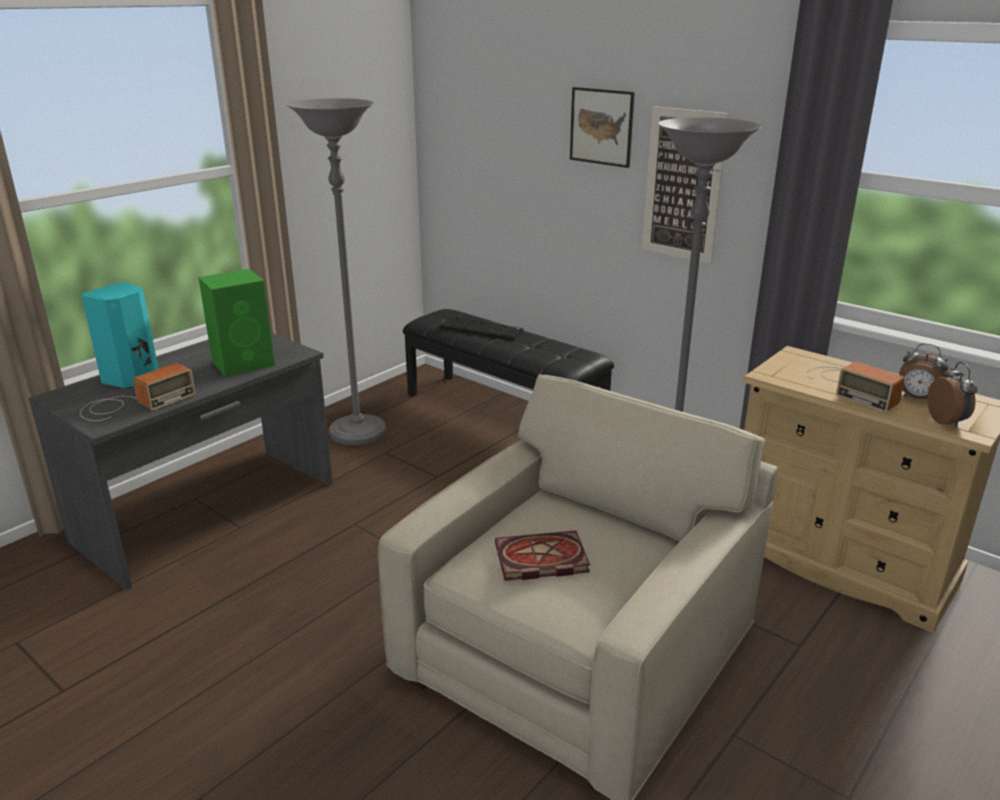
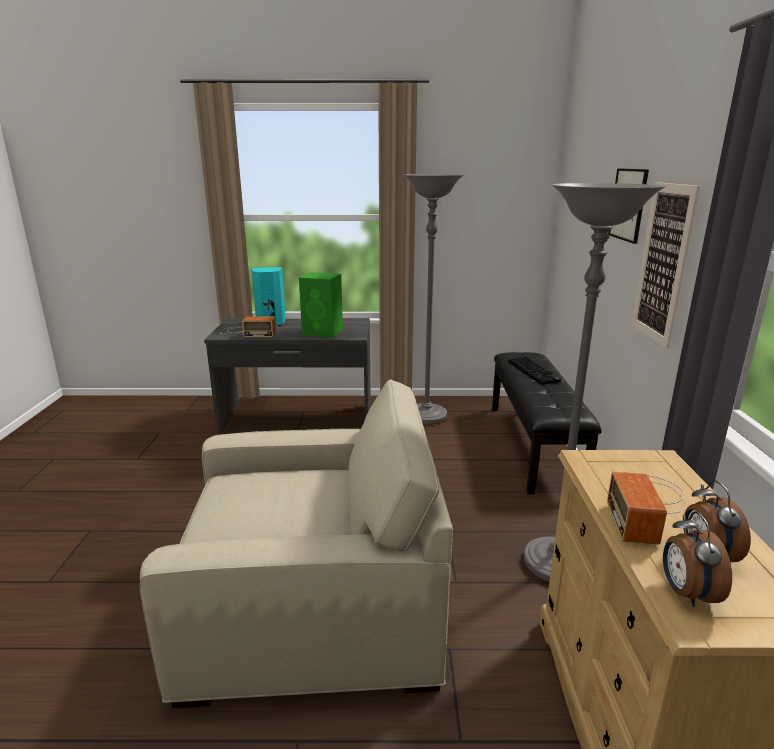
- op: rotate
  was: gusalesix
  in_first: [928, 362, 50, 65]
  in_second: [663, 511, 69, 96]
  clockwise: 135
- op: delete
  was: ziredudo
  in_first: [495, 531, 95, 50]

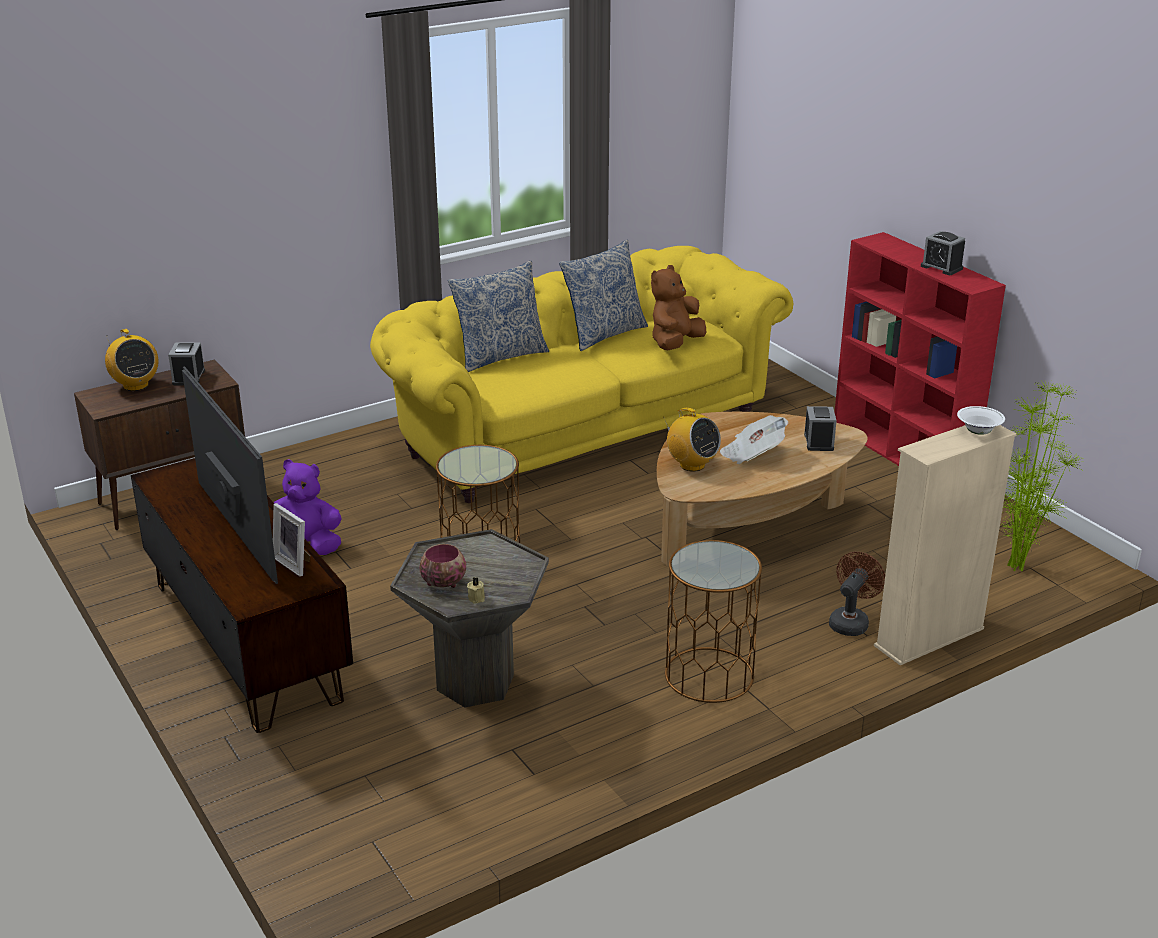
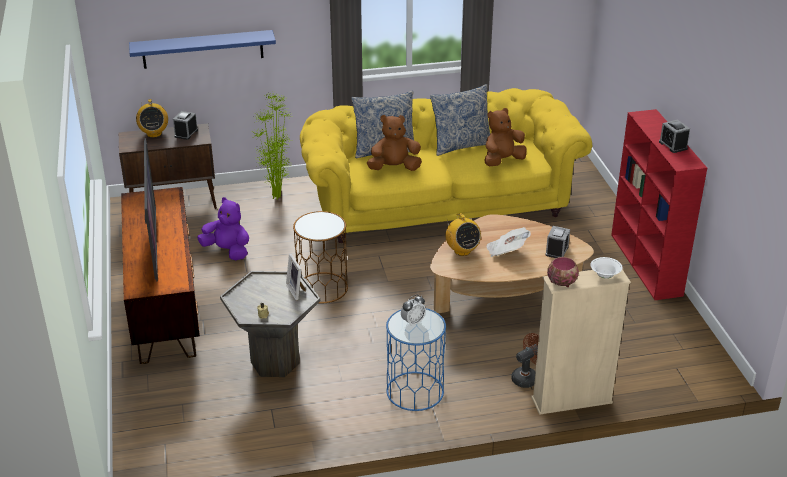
- op: insert
  now: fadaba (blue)
  in_second: [129, 30, 147, 39]
- op: move
  was: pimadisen
  in_first: [1000, 380, 83, 191]
  in_second: [253, 92, 41, 108]
- op: move
  was: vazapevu
  in_first: [273, 503, 37, 74]
  in_second: [286, 253, 20, 48]
- op: insert
  now: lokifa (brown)
  in_second: [367, 115, 55, 56]
- op: recolor
  was: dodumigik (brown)
  now: dodumigik (blue)
  in_first: [665, 540, 97, 163]
  in_second: [386, 308, 60, 103]
- op: insert
  now: gusalesix
  in_second: [401, 295, 25, 32]
- op: move
  was: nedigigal
  in_first: [419, 544, 47, 44]
  in_second: [547, 257, 32, 30]

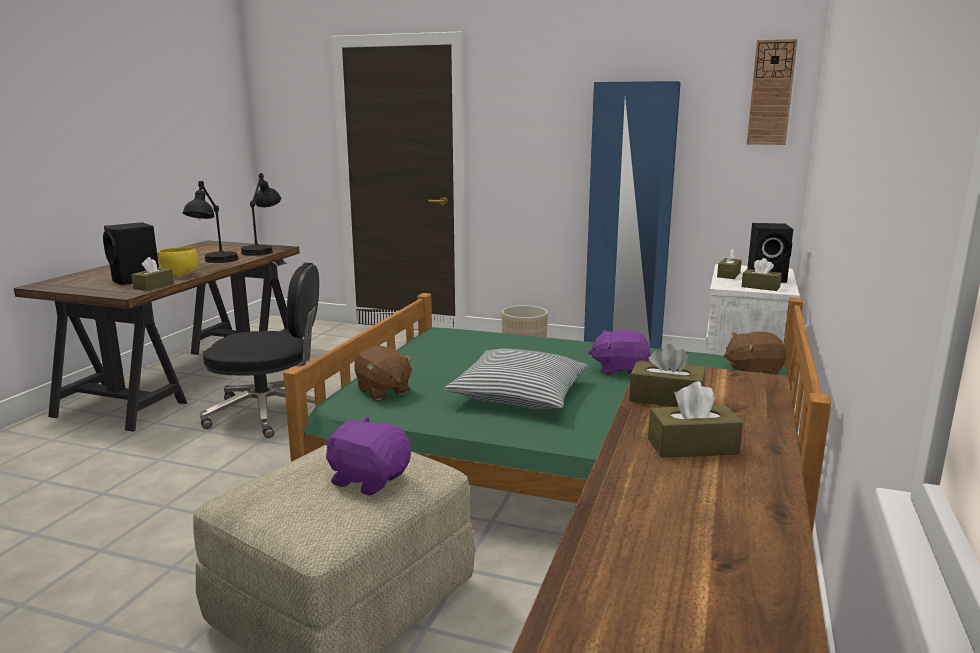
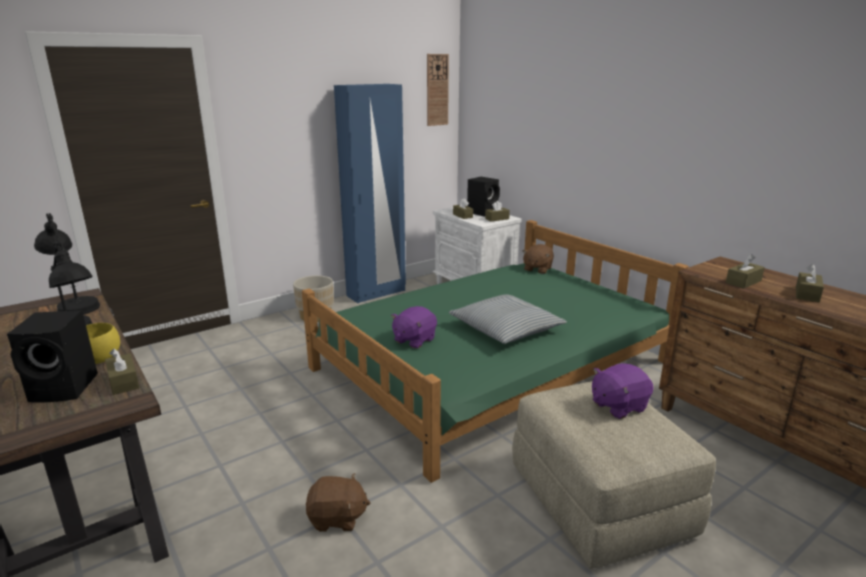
- op: move
  was: lokifa (brown)
  in_first: [354, 346, 59, 54]
  in_second: [306, 473, 65, 59]
- op: move
  was: lokifa (purple)
  in_first: [588, 330, 63, 46]
  in_second: [391, 306, 46, 43]
- op: delete
  was: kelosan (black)
  in_first: [200, 262, 119, 176]

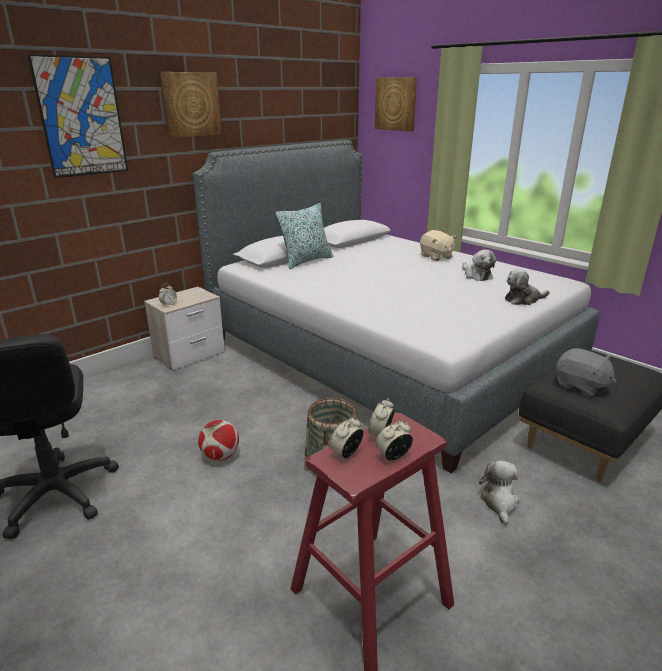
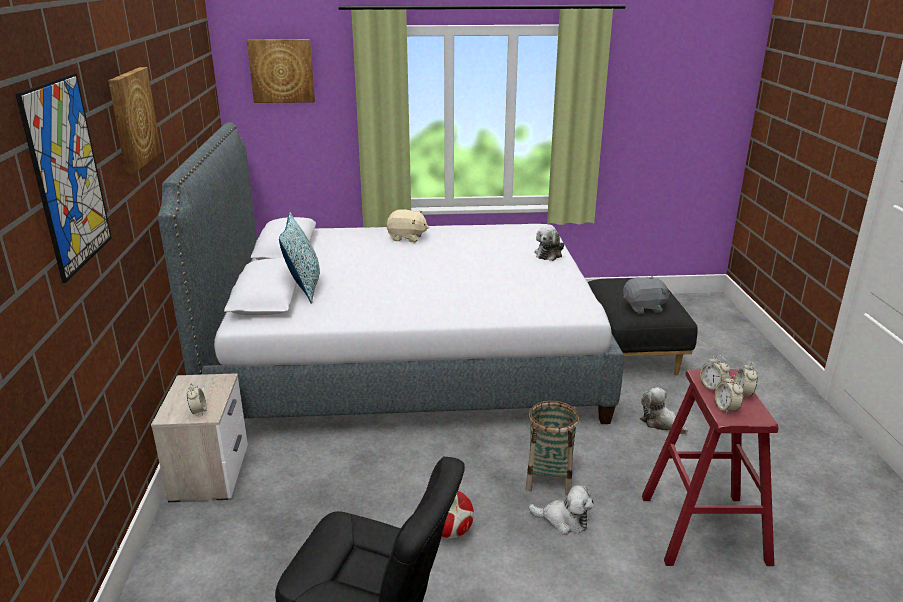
- op: move
  was: lokifa
  in_first: [462, 250, 34, 31]
  in_second: [529, 485, 65, 50]

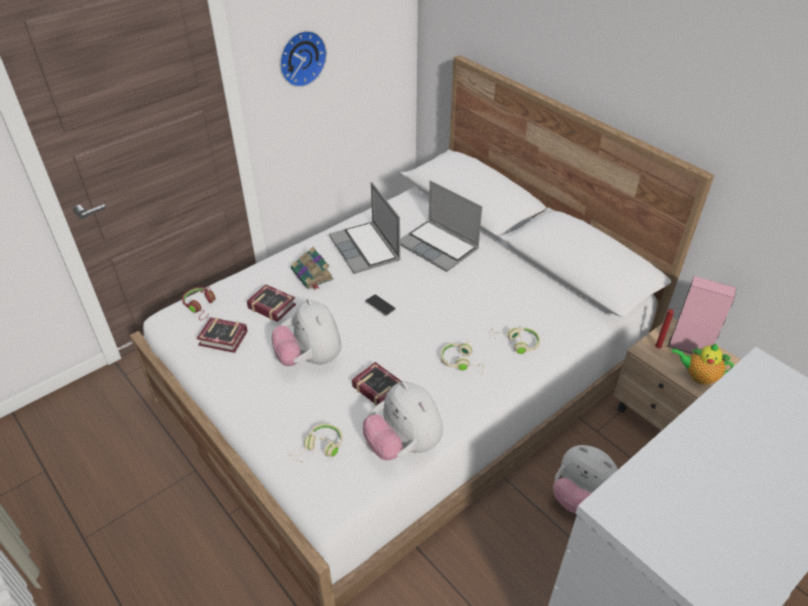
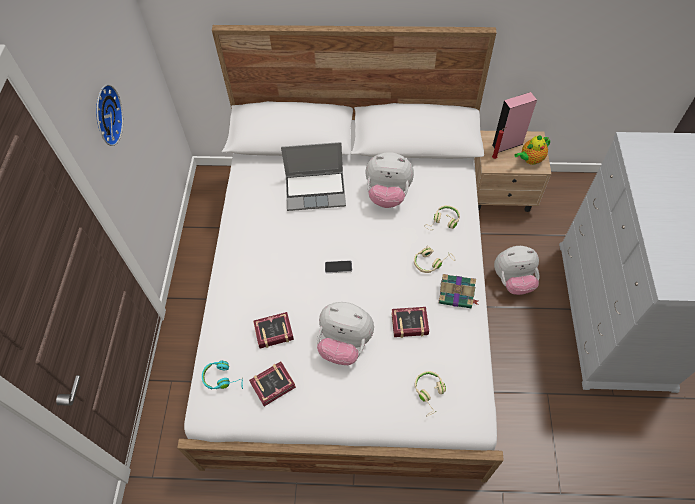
- op: recolor
  was: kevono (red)
  now: kevono (turquoise)
  in_first: [182, 287, 34, 33]
  in_second: [202, 360, 41, 29]
- op: move
  was: lokifa
  in_first: [363, 381, 80, 79]
  in_second: [366, 152, 48, 56]
- op: move
  was: ziredudo
  in_first: [291, 247, 43, 43]
  in_second: [439, 274, 40, 34]
- op: delete
  was: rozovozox
  in_first: [329, 182, 72, 92]

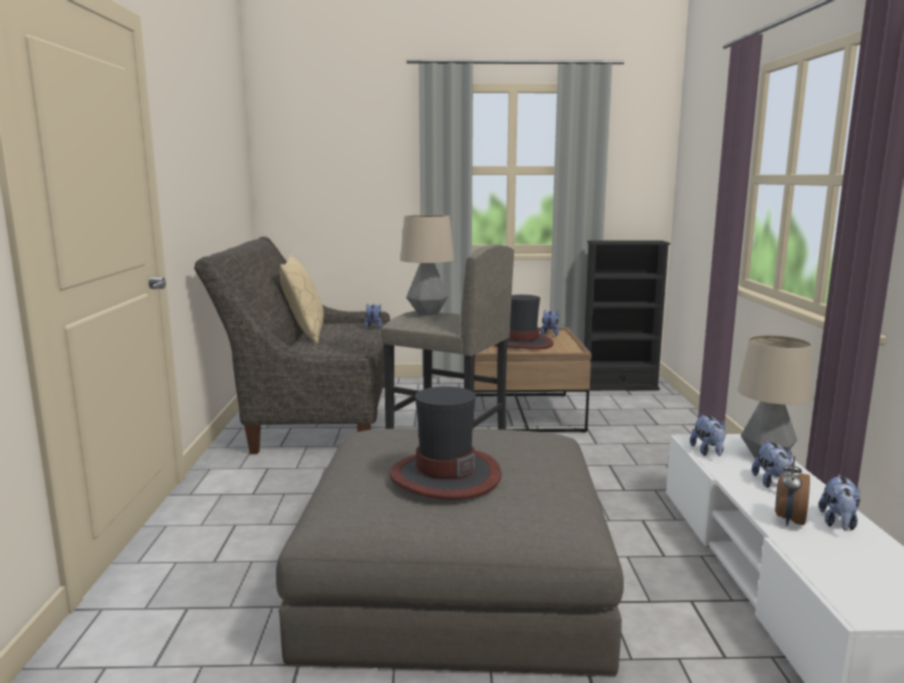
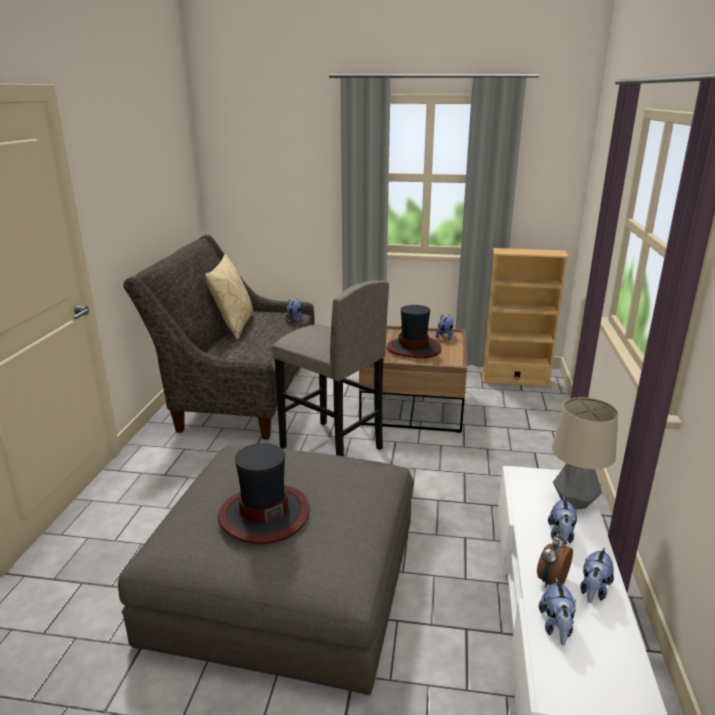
- op: recolor
  was: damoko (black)
  now: damoko (beige)
  in_first: [584, 240, 86, 151]
  in_second: [482, 248, 87, 139]
- op: move
  was: lokifa
  in_first: [690, 414, 36, 42]
  in_second: [539, 578, 37, 68]
- op: delete
  was: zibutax
  in_first: [400, 214, 54, 101]

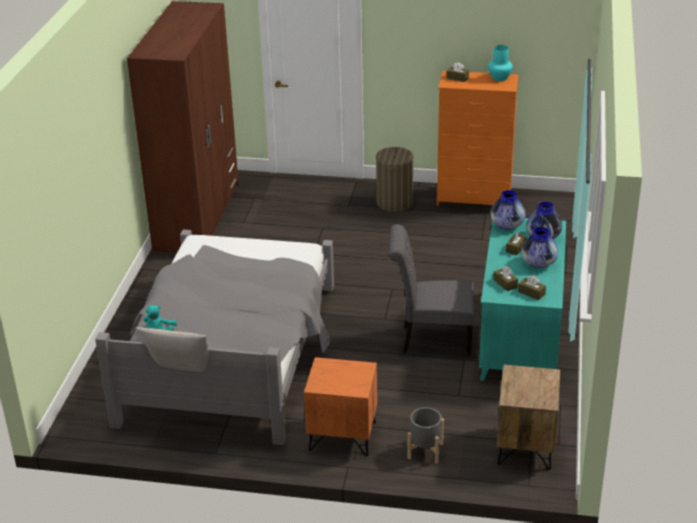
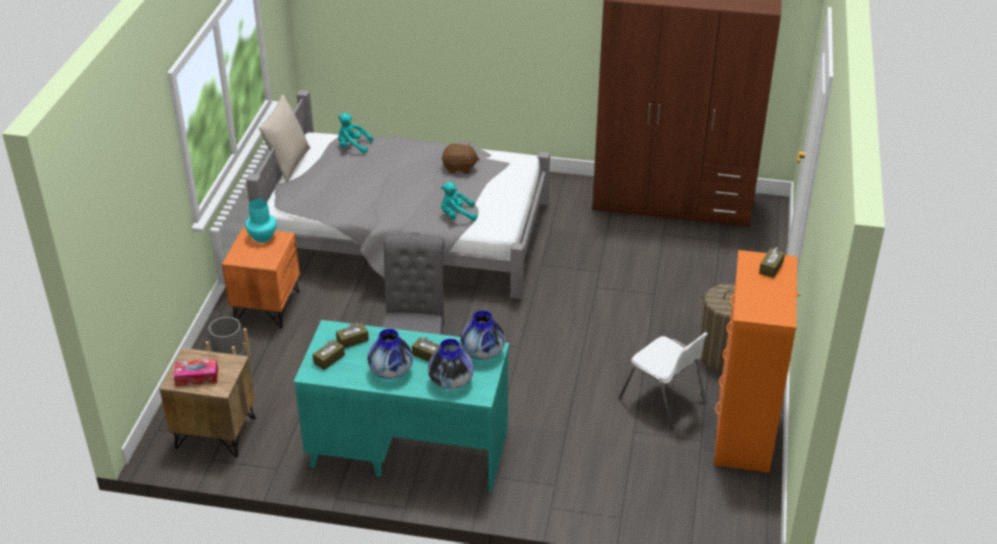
- op: insert
  now: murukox
  in_second: [174, 359, 44, 27]
- op: move
  was: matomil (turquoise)
  in_first: [488, 45, 25, 36]
  in_second: [245, 199, 32, 44]
- op: insert
  now: lokifa (turquoise)
  in_second: [441, 182, 36, 39]
- op: insert
  now: lokifa (brown)
  in_second: [442, 143, 37, 31]
- op: insert
  now: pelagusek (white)
  in_second: [619, 332, 89, 98]

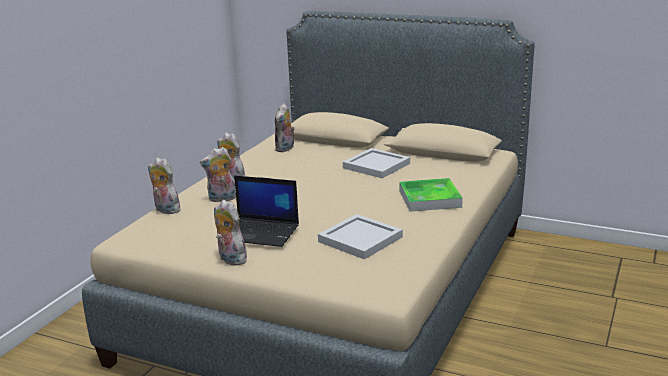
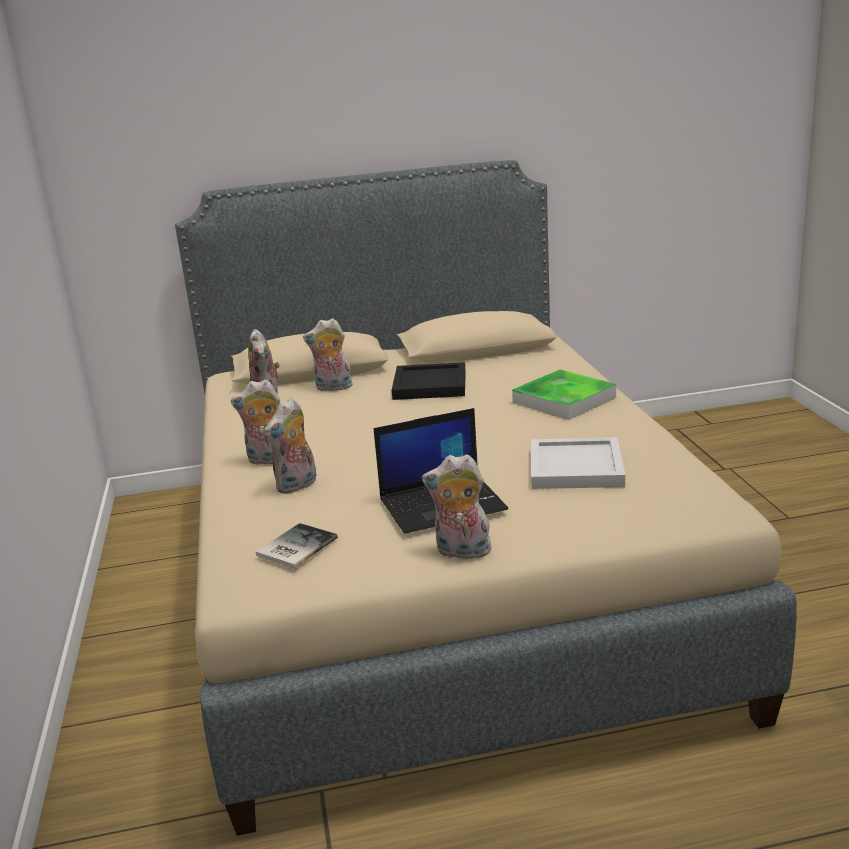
- op: insert
  now: ziredudo
  in_second: [256, 523, 82, 45]
- op: move
  was: lokifa
  in_first: [148, 158, 36, 56]
  in_second: [303, 318, 49, 73]
- op: recolor
  was: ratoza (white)
  now: ratoza (black)
  in_first: [343, 148, 67, 30]
  in_second: [392, 362, 74, 38]

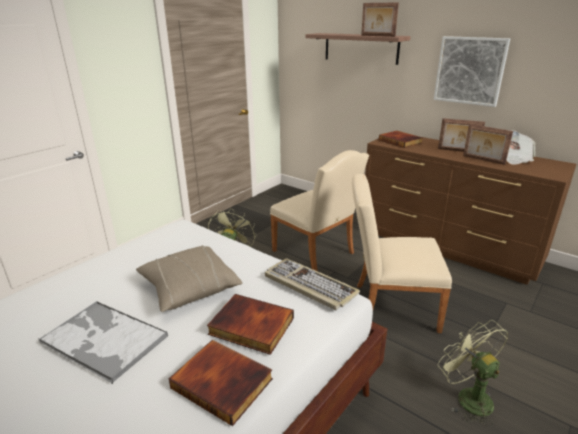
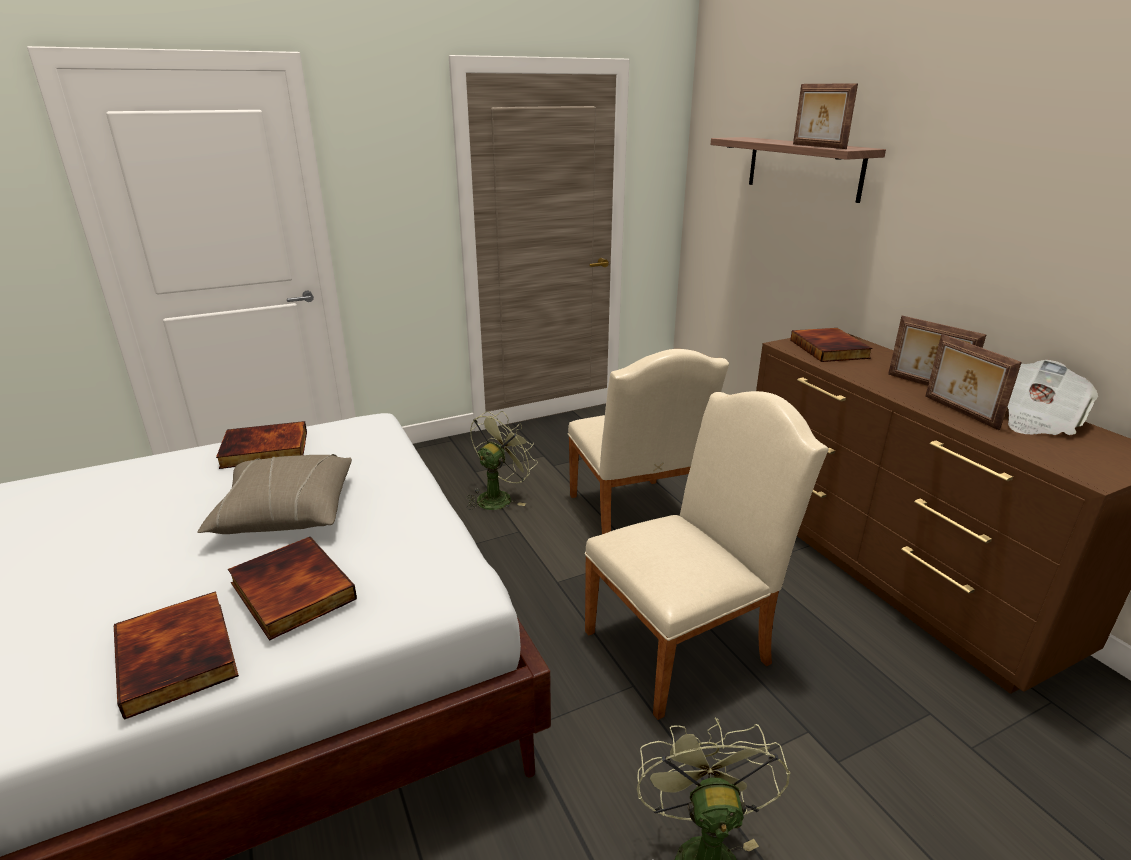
- op: insert
  now: ziredudo
  in_second: [216, 421, 91, 48]
- op: rotate
  was: pelagusek (beige)
  in_first: [352, 173, 100, 160]
  in_second: [584, 391, 245, 329]
  clockwise: 120
- op: delete
  was: ratoza
  in_first: [38, 301, 130, 83]
- op: delete
  was: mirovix
  in_first: [265, 258, 95, 52]
- op: delete
  was: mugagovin
  in_first: [434, 36, 76, 71]

